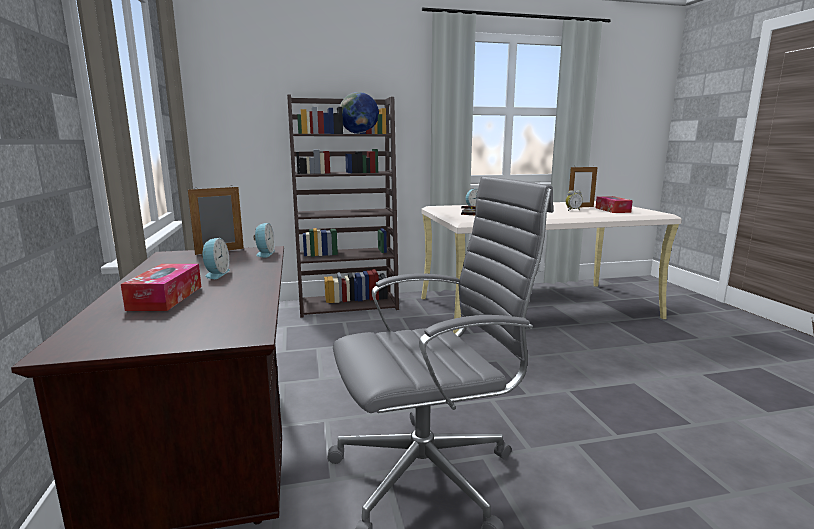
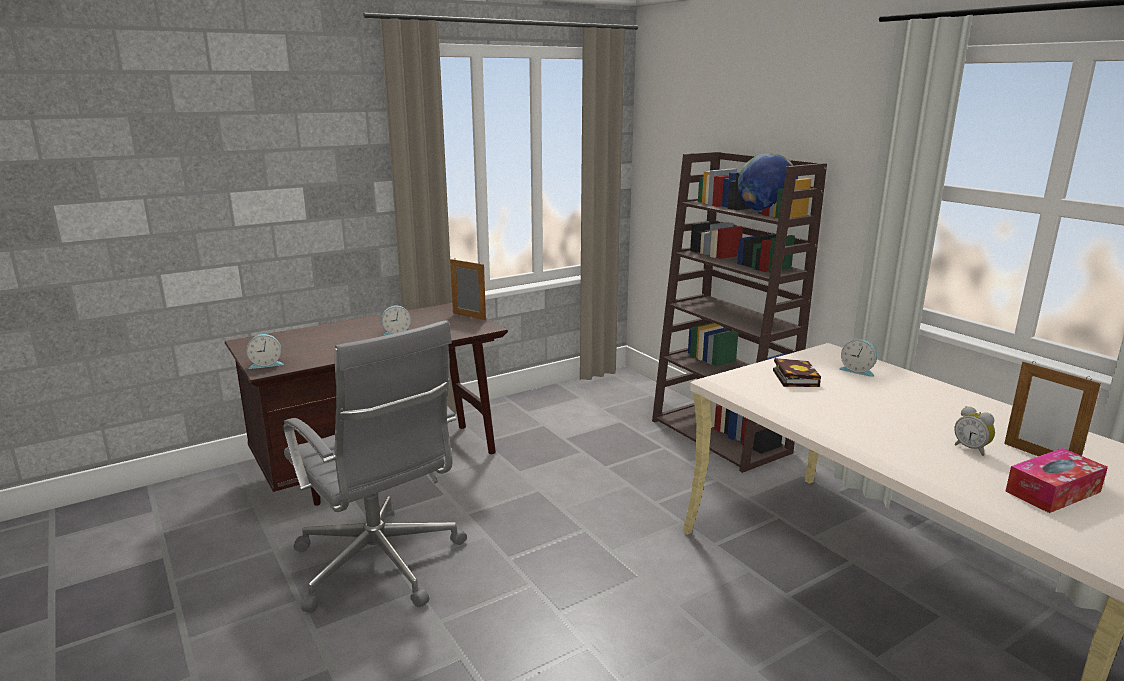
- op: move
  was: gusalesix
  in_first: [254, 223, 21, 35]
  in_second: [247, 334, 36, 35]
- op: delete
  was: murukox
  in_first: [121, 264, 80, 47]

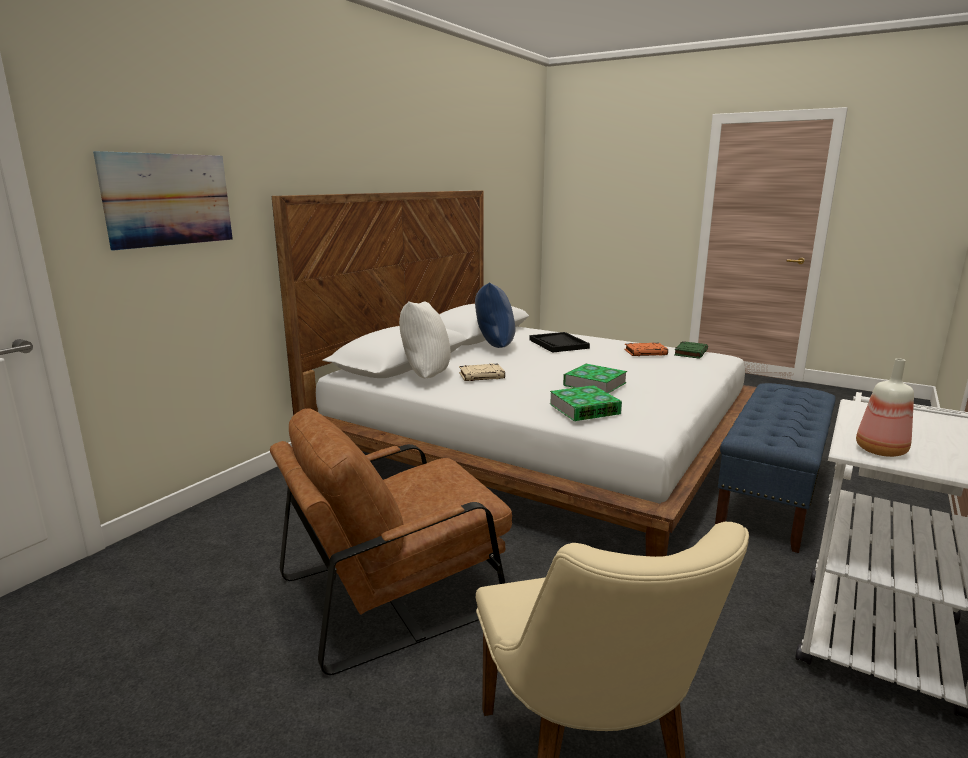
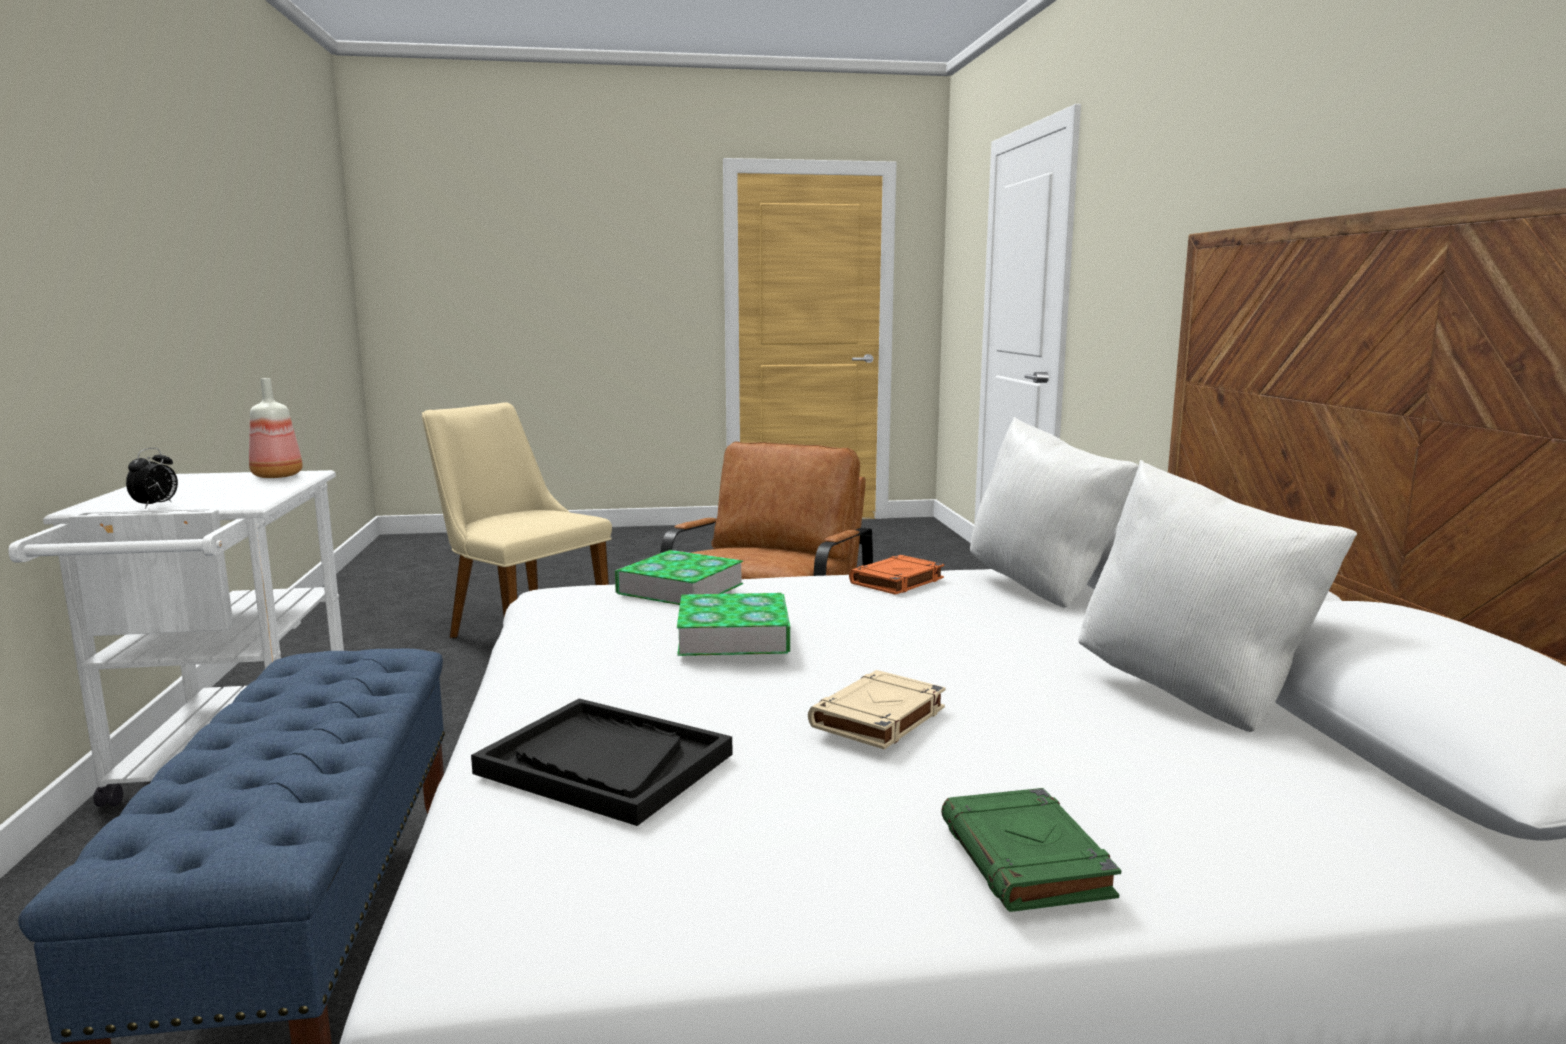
- op: insert
  now: gusalesix
  in_second: [126, 448, 52, 61]
- op: move
  was: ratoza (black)
  in_first: [529, 332, 61, 21]
  in_second: [471, 698, 261, 128]
- op: move
  was: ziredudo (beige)
  in_first: [459, 363, 46, 18]
  in_second: [808, 670, 138, 79]
- op: move
  was: ziredudo (orange)
  in_first: [624, 342, 44, 14]
  in_second: [849, 555, 95, 40]
- op: move
  was: ziredudo (green)
  in_first: [674, 341, 34, 18]
  in_second: [941, 788, 180, 124]
- op: recolor
  was: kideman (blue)
  now: kideman (white)
  in_first: [475, 282, 40, 66]
  in_second: [1078, 460, 279, 272]
- op: delete
  was: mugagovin
  in_first: [93, 151, 140, 100]

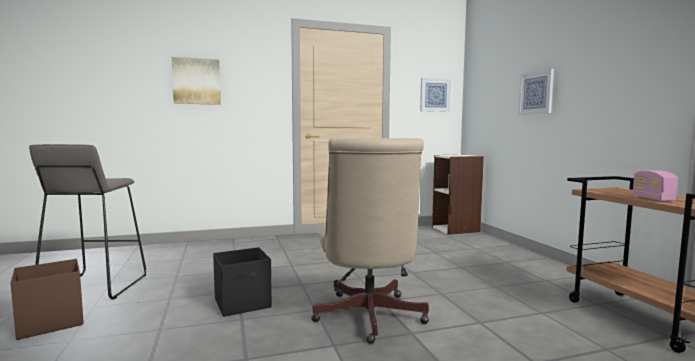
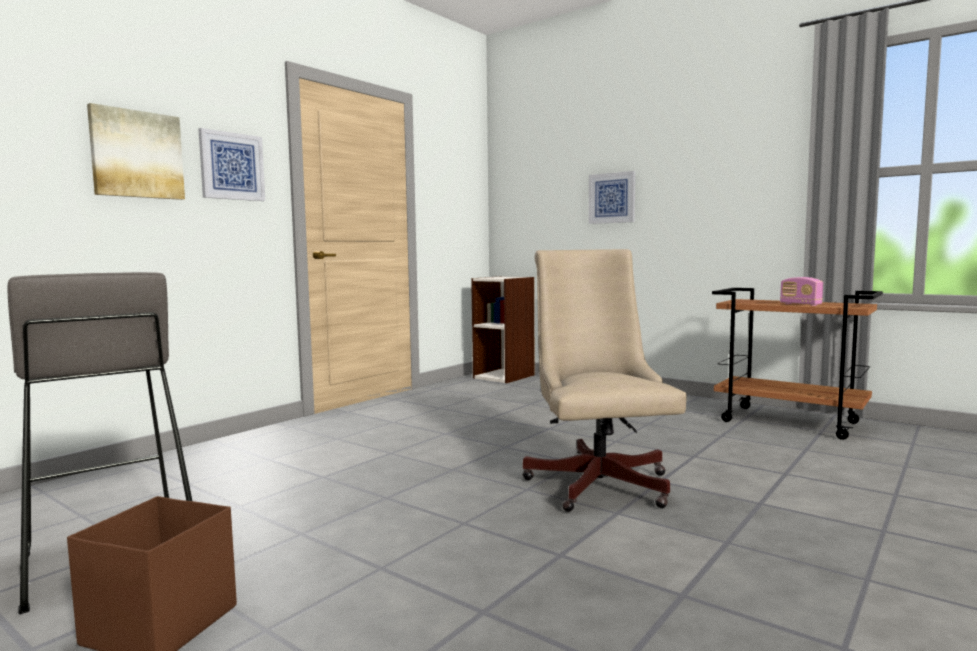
- op: move
  was: mugagovin
  in_first: [420, 78, 31, 34]
  in_second: [198, 128, 67, 73]
- op: rotate
  was: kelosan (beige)
  in_first: [311, 138, 118, 206]
  in_second: [523, 249, 164, 263]
  clockwise: -150
- op: delete
  was: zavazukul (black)
  in_first: [213, 247, 59, 70]

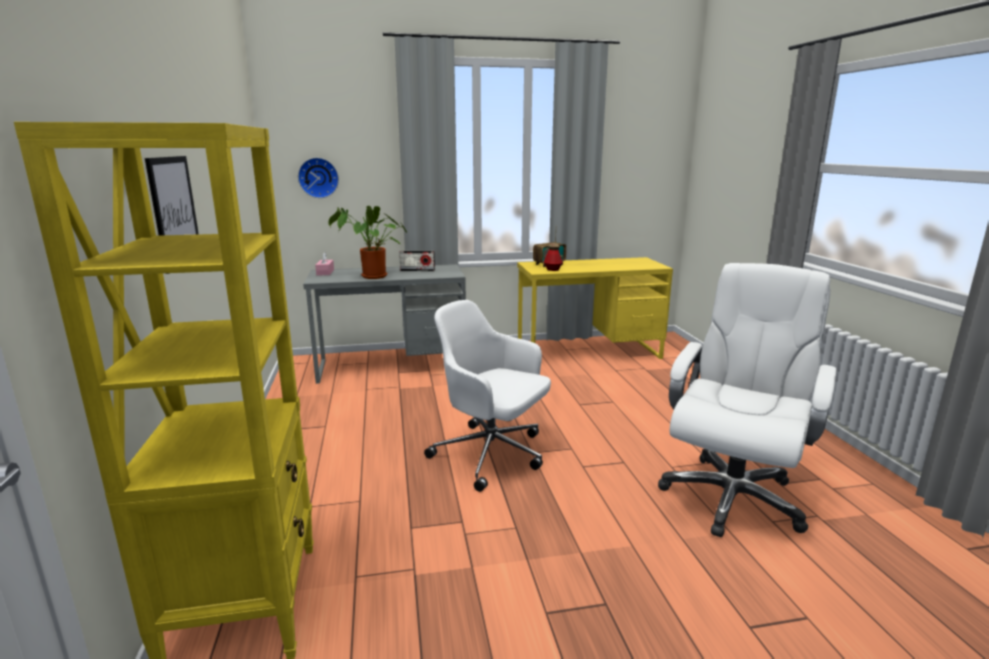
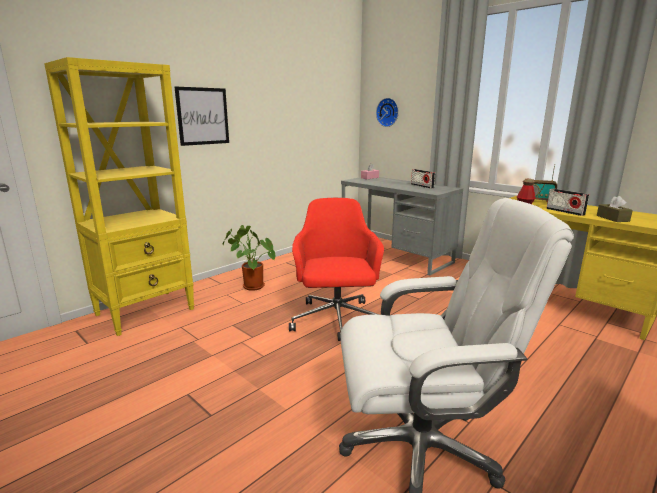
- op: move
  was: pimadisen
  in_first: [328, 206, 79, 73]
  in_second: [222, 225, 54, 66]
- op: recolor
  was: kelosan (white)
  now: kelosan (red)
  in_first: [424, 300, 127, 192]
  in_second: [289, 198, 95, 143]
- op: insert
  now: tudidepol
  in_second: [546, 189, 43, 27]
- op: insert
  now: murukox (brown)
  in_second: [597, 196, 36, 26]

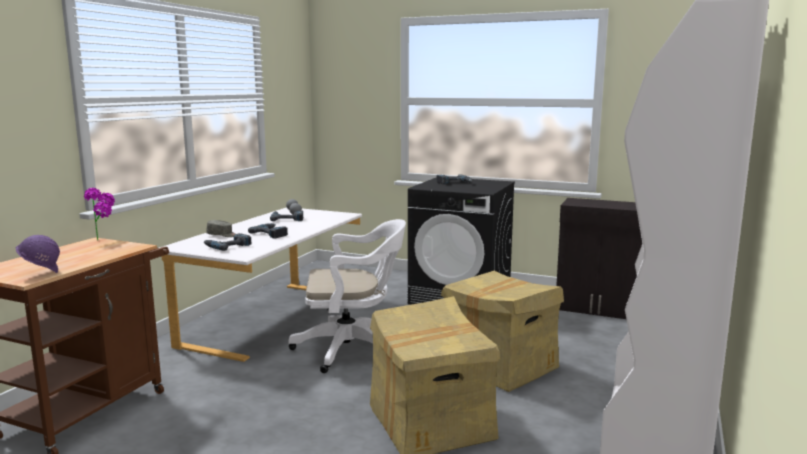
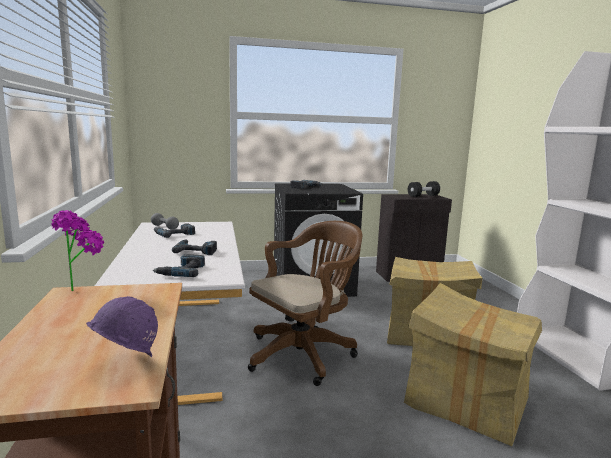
- op: recolor
  was: kelosan (white)
  now: kelosan (brown)
  in_first: [289, 219, 117, 154]
  in_second: [248, 221, 114, 165]
- op: insert
  now: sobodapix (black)
  in_second: [408, 181, 32, 16]
- op: delete
  was: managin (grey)
  in_first: [206, 220, 30, 17]

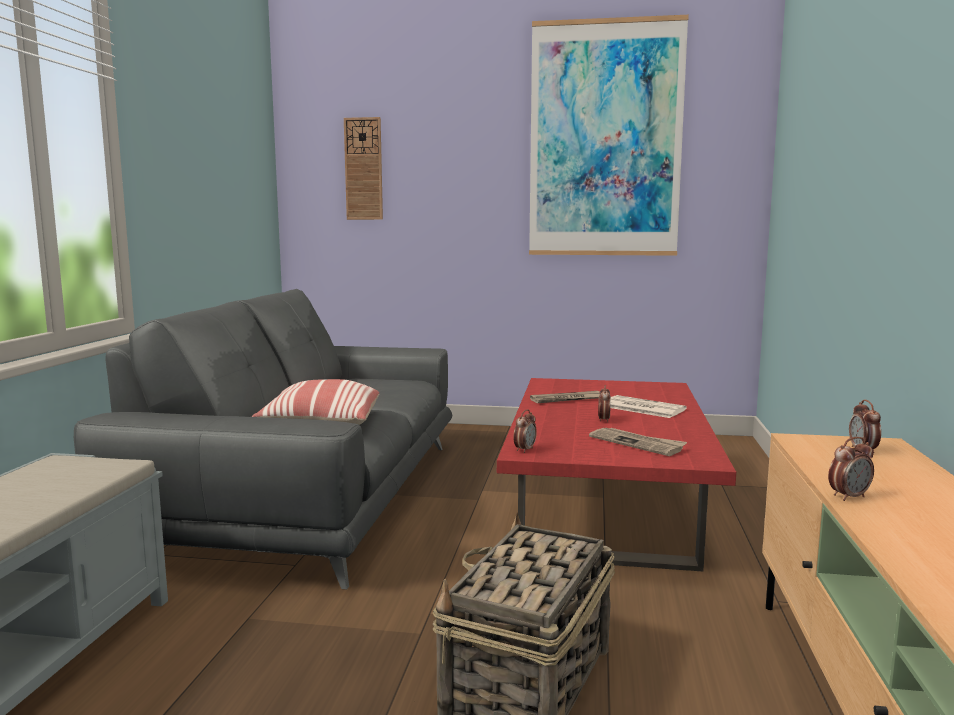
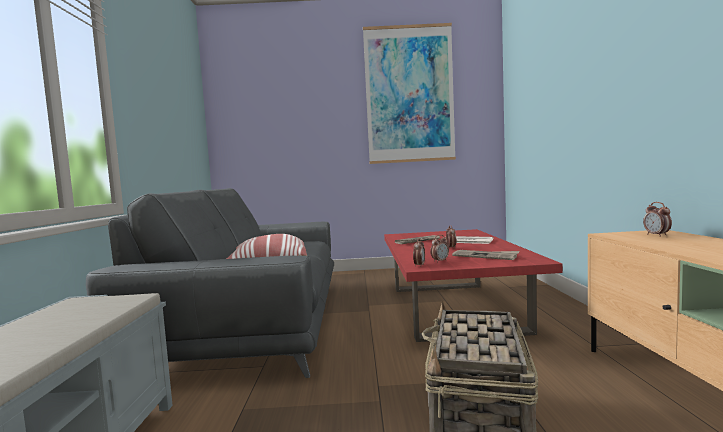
- op: move
  was: gusalesix
  in_first: [828, 437, 46, 64]
  in_second: [430, 235, 19, 28]
- op: delete
  was: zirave
  in_first: [344, 117, 39, 103]

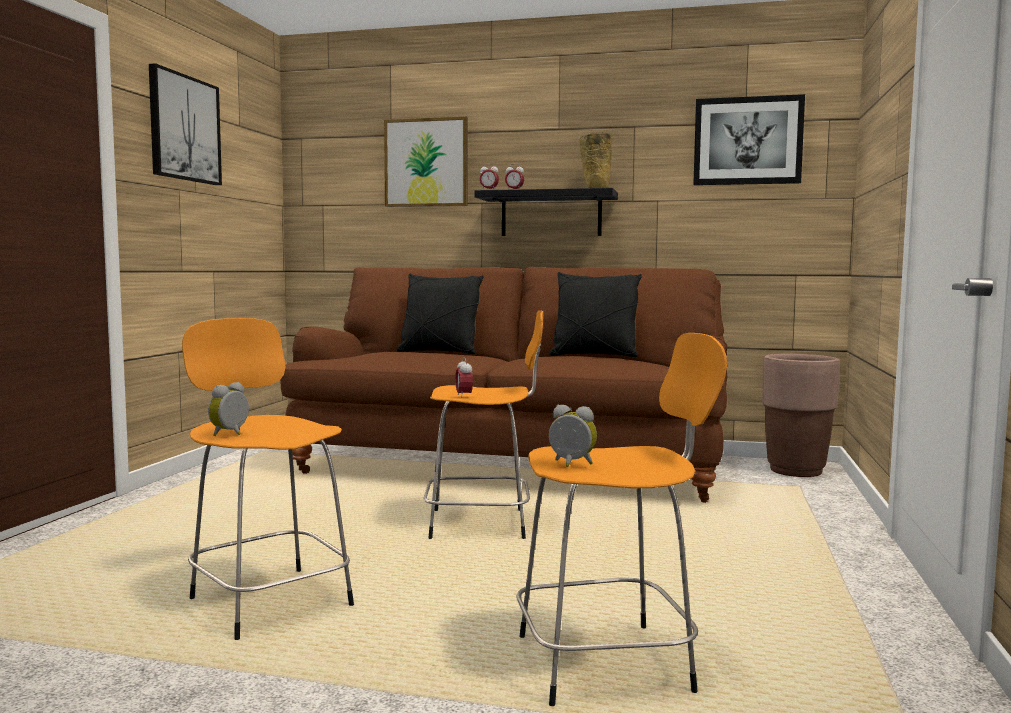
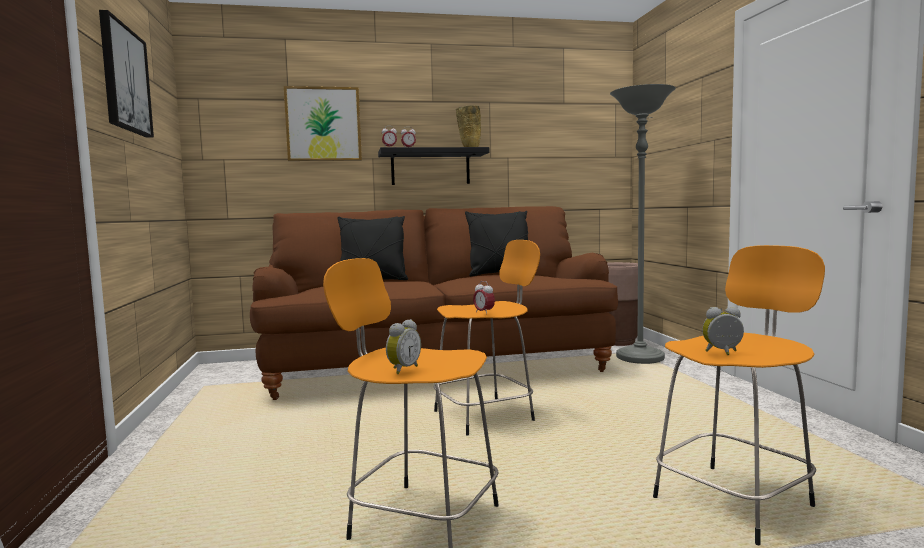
- op: rotate
  was: gusalesix
  in_first: [208, 382, 41, 54]
  in_second: [386, 319, 35, 55]
  clockwise: -150
- op: insert
  now: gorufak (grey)
  in_second: [610, 84, 66, 280]
- op: delete
  was: mugagovin
  in_first: [693, 94, 112, 91]

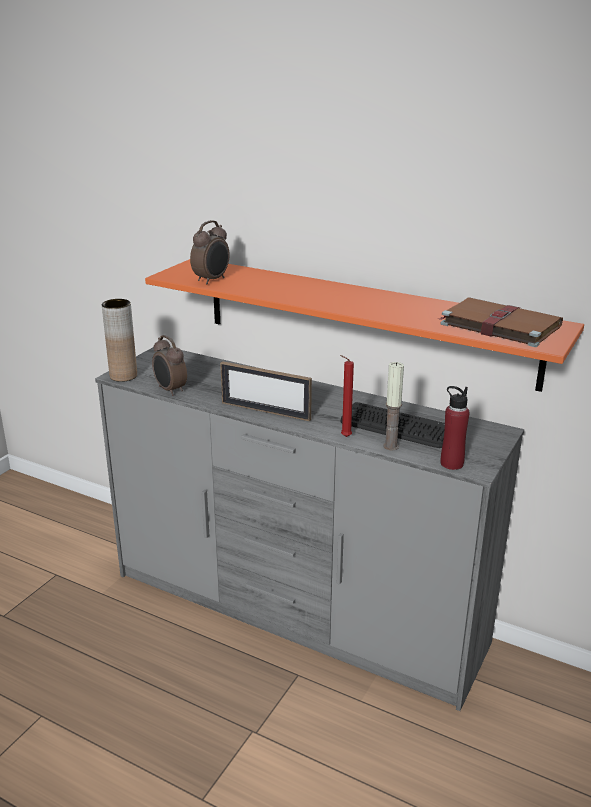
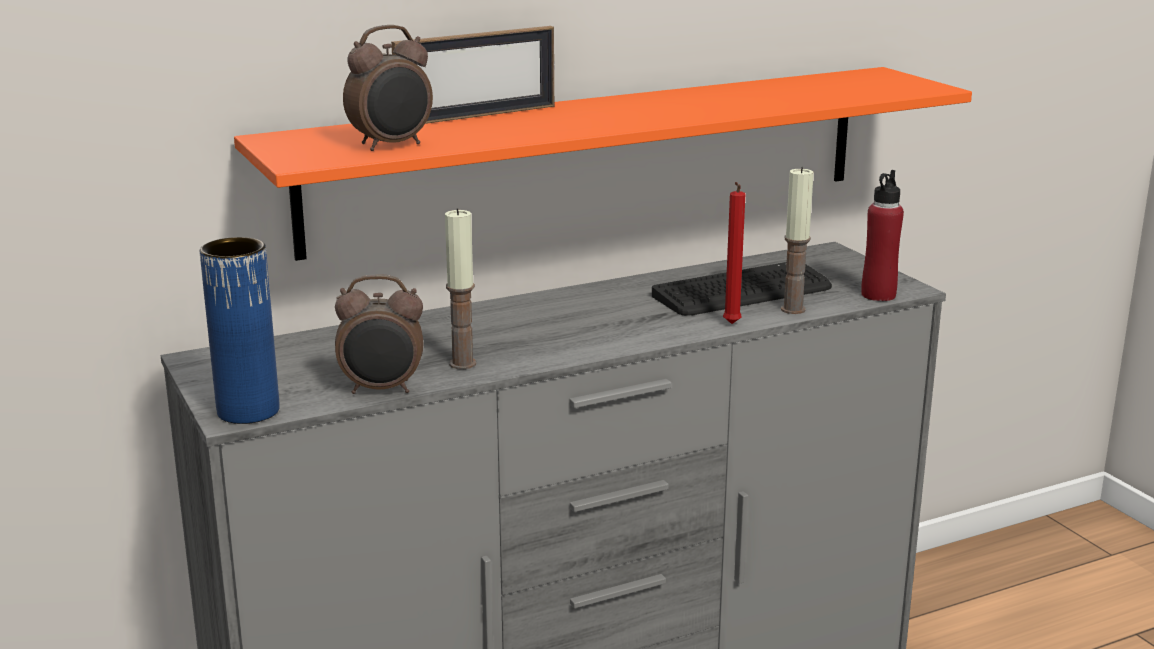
- op: recolor
  was: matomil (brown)
  now: matomil (blue)
  in_first: [102, 299, 35, 83]
  in_second: [200, 237, 80, 187]
- op: rotate
  was: gusalesix
  in_first: [190, 220, 39, 64]
  in_second: [343, 25, 90, 126]
  clockwise: 75
- op: move
  was: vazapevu
  in_first: [220, 361, 92, 60]
  in_second: [391, 26, 163, 98]
- op: insert
  now: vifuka
  in_second: [445, 208, 32, 161]
- op: delete
  was: ziredudo (brown)
  in_first: [439, 297, 124, 50]

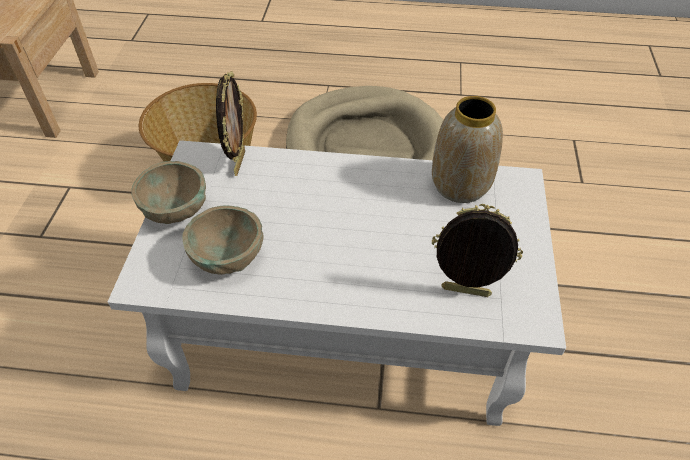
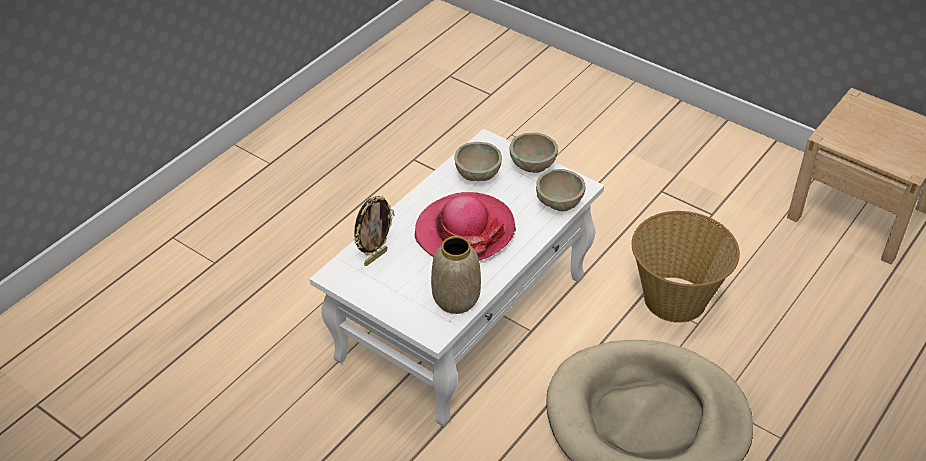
- op: insert
  now: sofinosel
  in_second: [415, 192, 101, 69]
- op: replace
  was: vazapevu
  now: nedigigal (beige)
  in_first: [216, 71, 29, 105]
  in_second: [536, 169, 49, 42]

